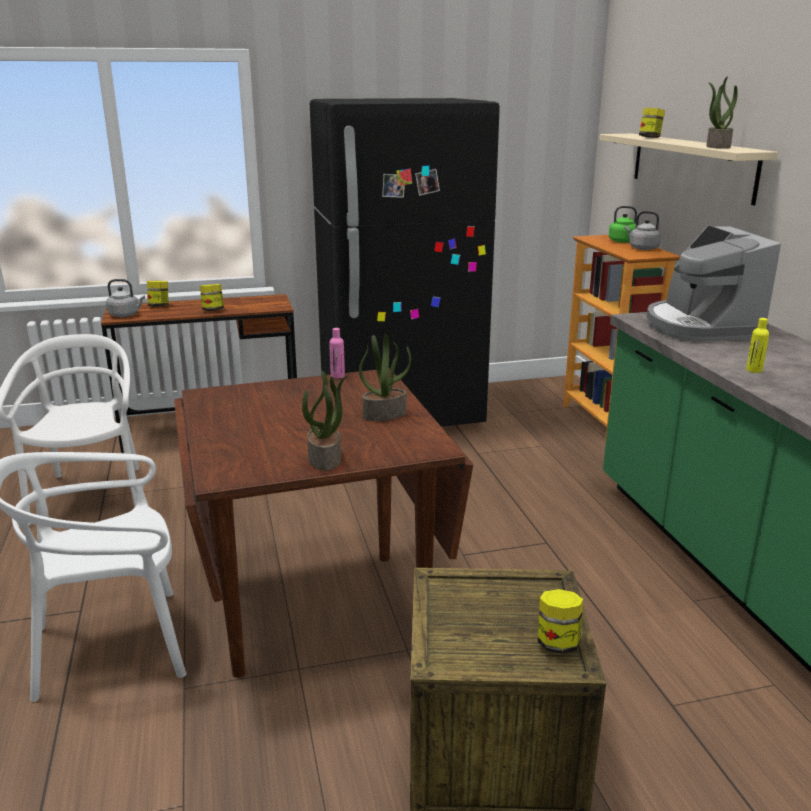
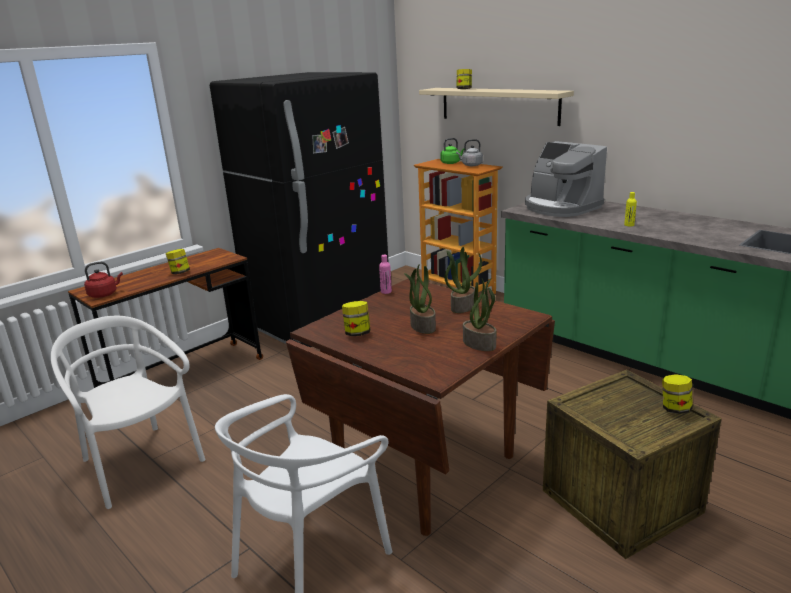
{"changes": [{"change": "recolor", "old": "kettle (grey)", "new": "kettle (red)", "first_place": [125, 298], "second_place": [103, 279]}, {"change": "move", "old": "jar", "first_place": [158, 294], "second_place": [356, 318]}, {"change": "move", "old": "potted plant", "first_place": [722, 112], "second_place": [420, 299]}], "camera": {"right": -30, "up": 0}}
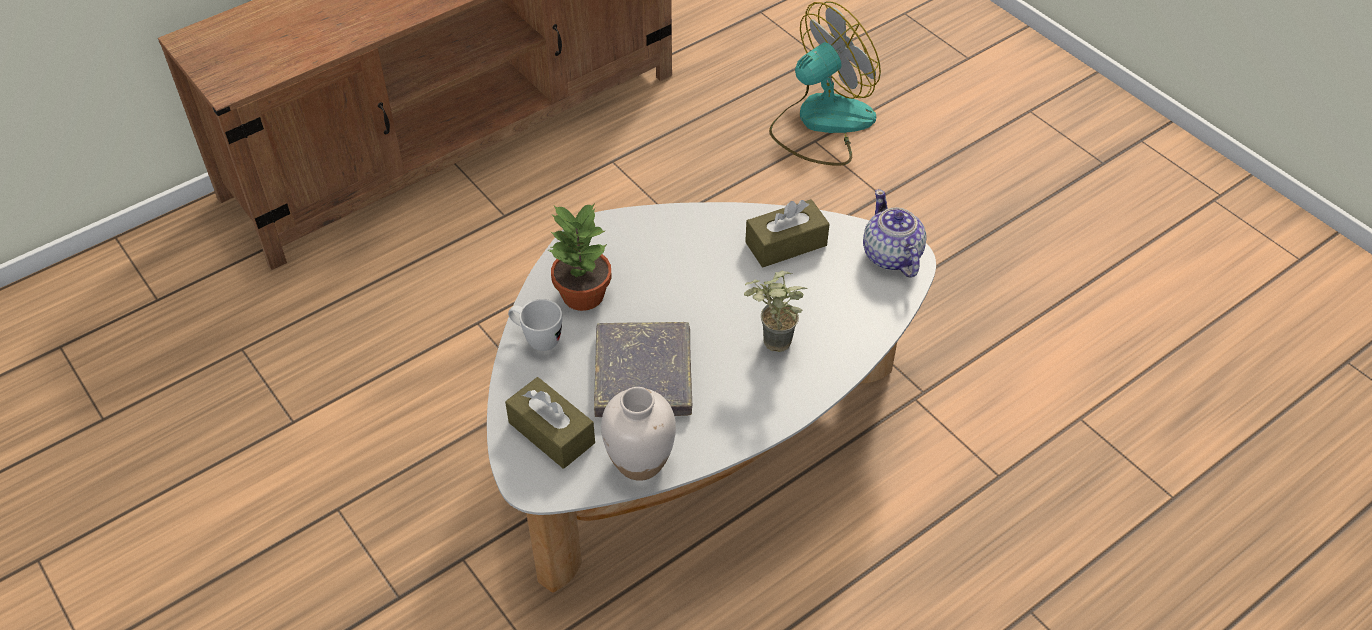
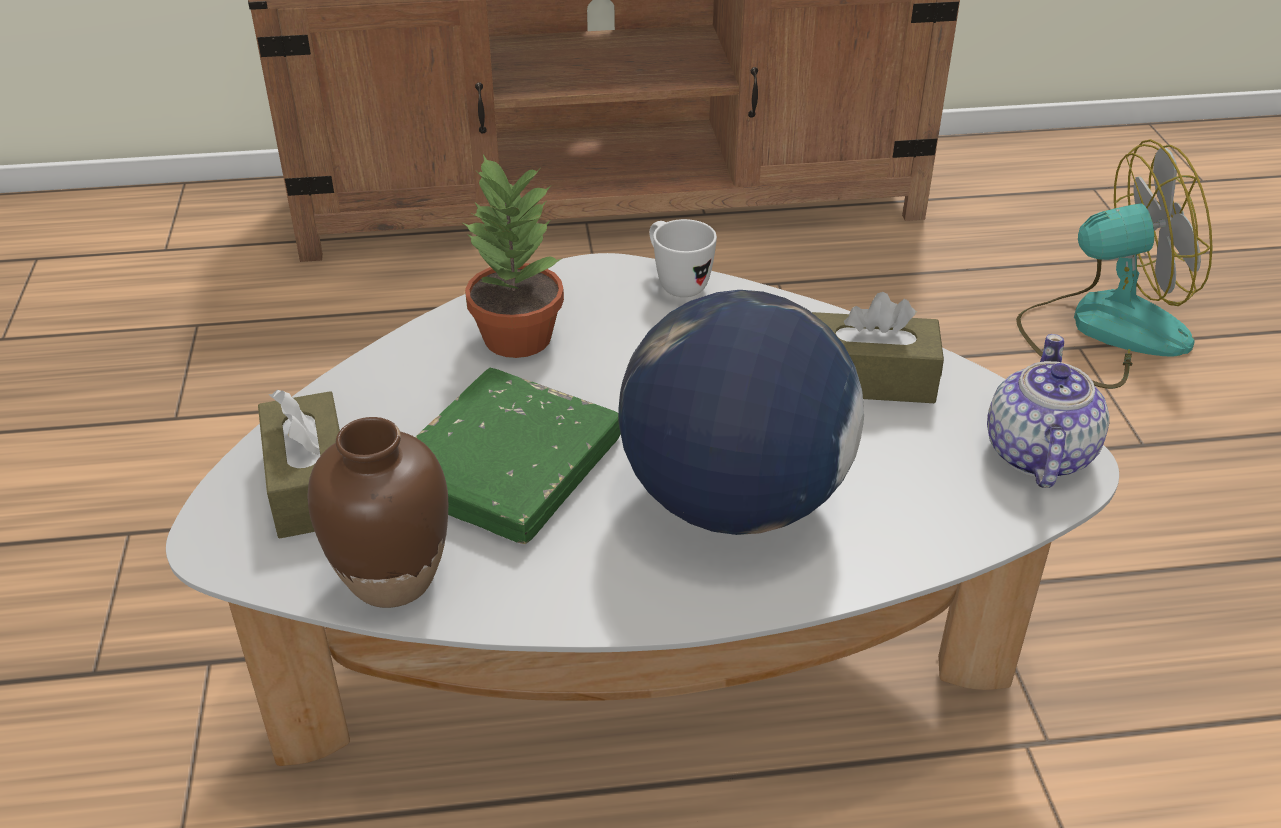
{"changes": [{"change": "move", "old": "mug (white)", "first_place": [535, 325], "second_place": [683, 258]}, {"change": "recolor", "old": "book (grey)", "new": "book (green)", "first_place": [643, 369], "second_place": [518, 456]}, {"change": "recolor", "old": "vase (white)", "new": "vase (brown)", "first_place": [638, 434], "second_place": [378, 512]}, {"change": "replace", "old": "potted plant", "new": "globe", "first_place": [776, 311], "second_place": [741, 412]}], "camera": {"right": 30, "up": -10}}
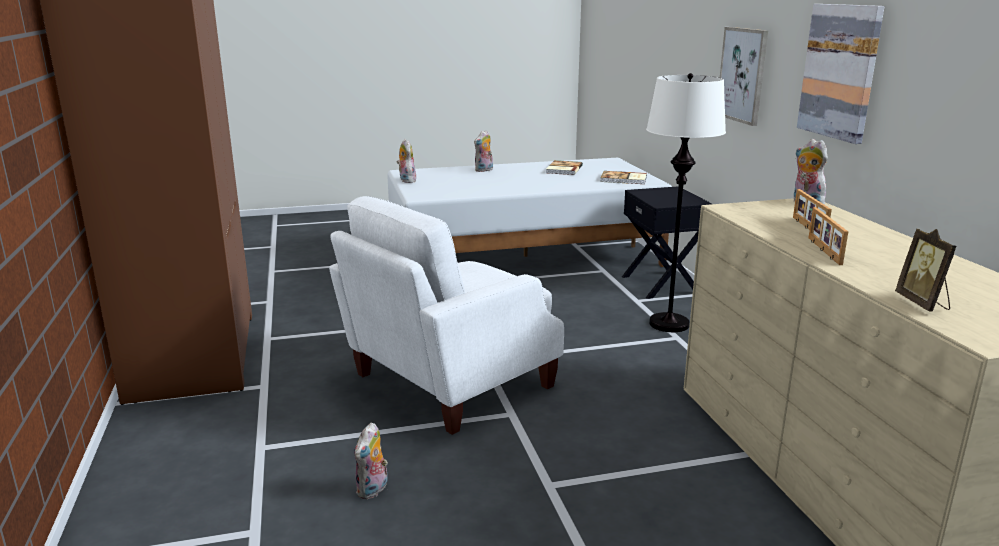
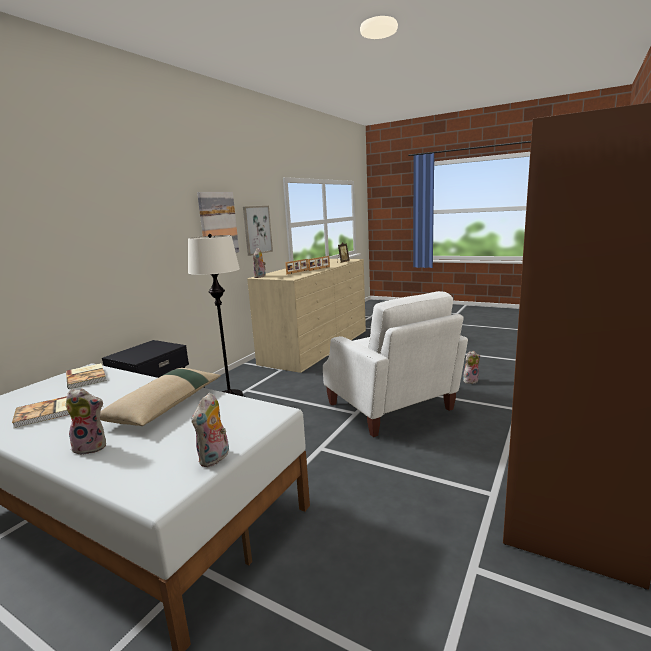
{"changes": [{"change": "rotate", "old": "armchair (white)", "first_place": [446, 315], "second_place": [395, 364], "degrees": 60}, {"change": "move", "old": "picture", "first_place": [744, 76], "second_place": [258, 231]}, {"change": "insert", "new": "pillow (beige)", "second_place": [160, 397]}], "camera": {"right": -135, "up": -5}}
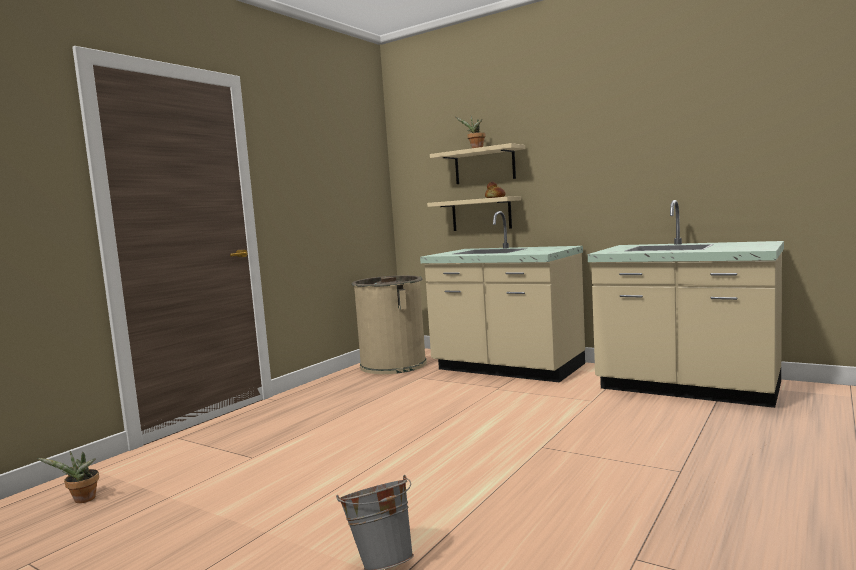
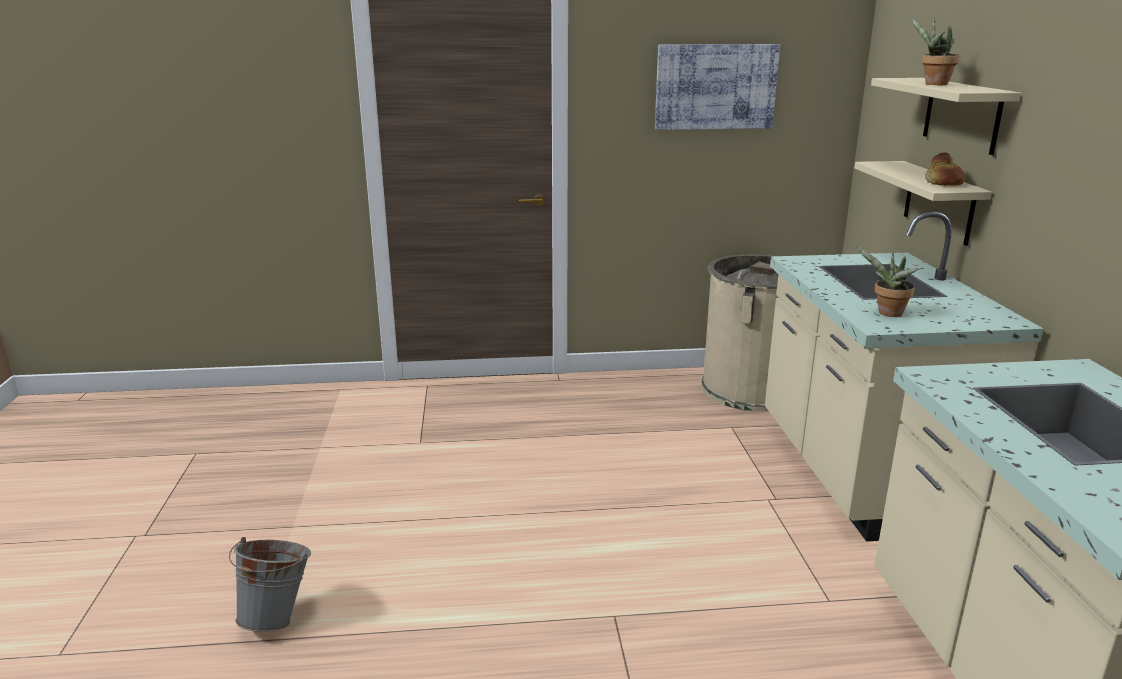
{"changes": [{"change": "move", "old": "potted plant", "first_place": [68, 477], "second_place": [887, 282]}, {"change": "insert", "new": "picture", "second_place": [717, 87]}], "camera": {"right": 50, "up": 15}}
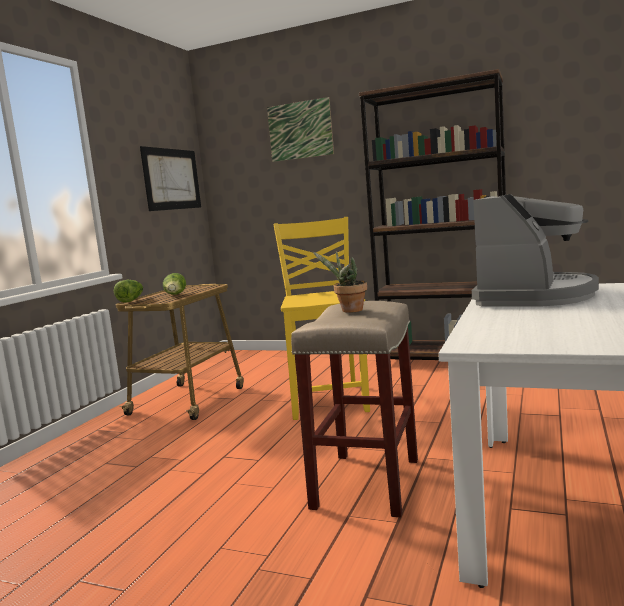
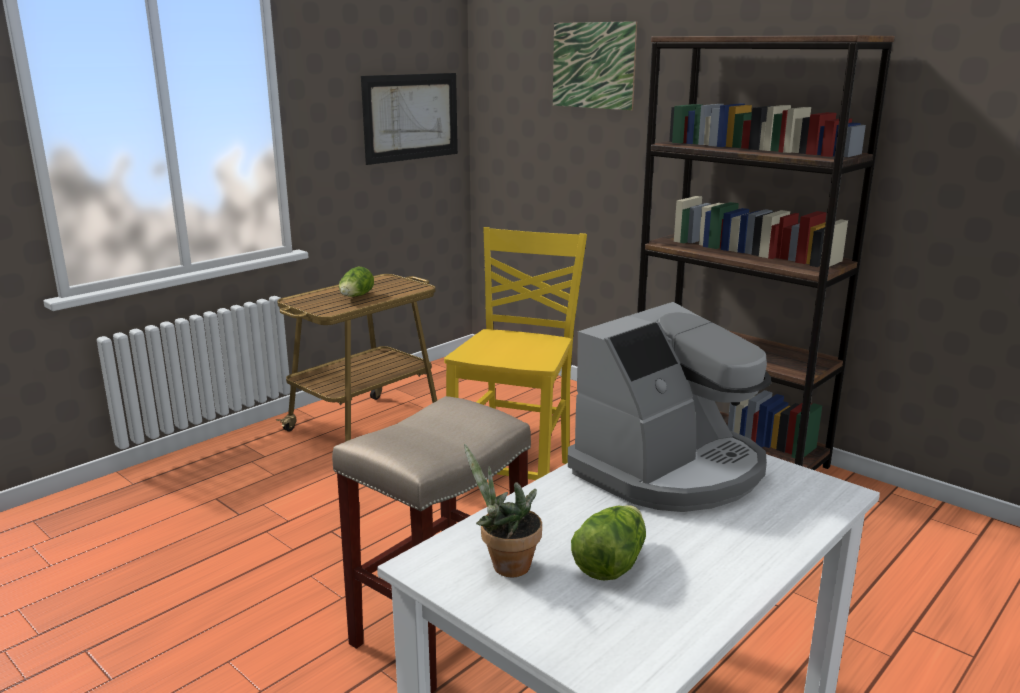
{"changes": [{"change": "move", "old": "lettuce", "first_place": [128, 291], "second_place": [608, 542]}, {"change": "move", "old": "potted plant", "first_place": [340, 282], "second_place": [503, 510]}], "camera": {"right": 20, "up": 10}}
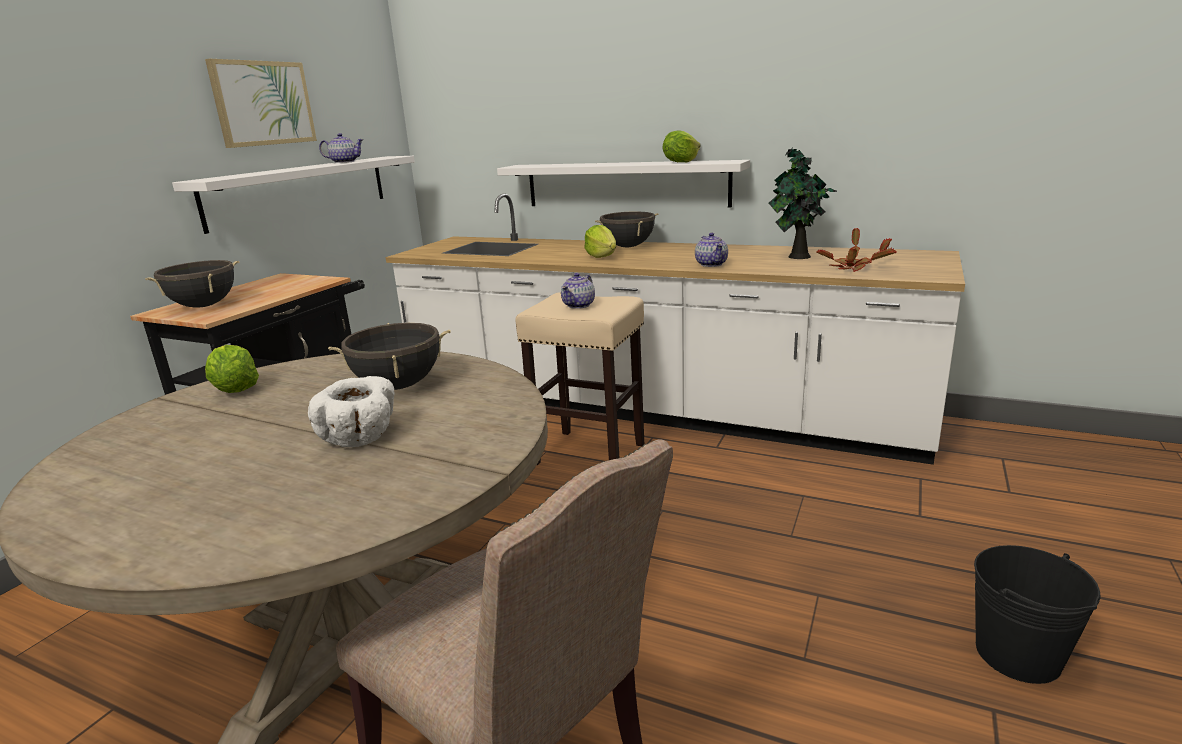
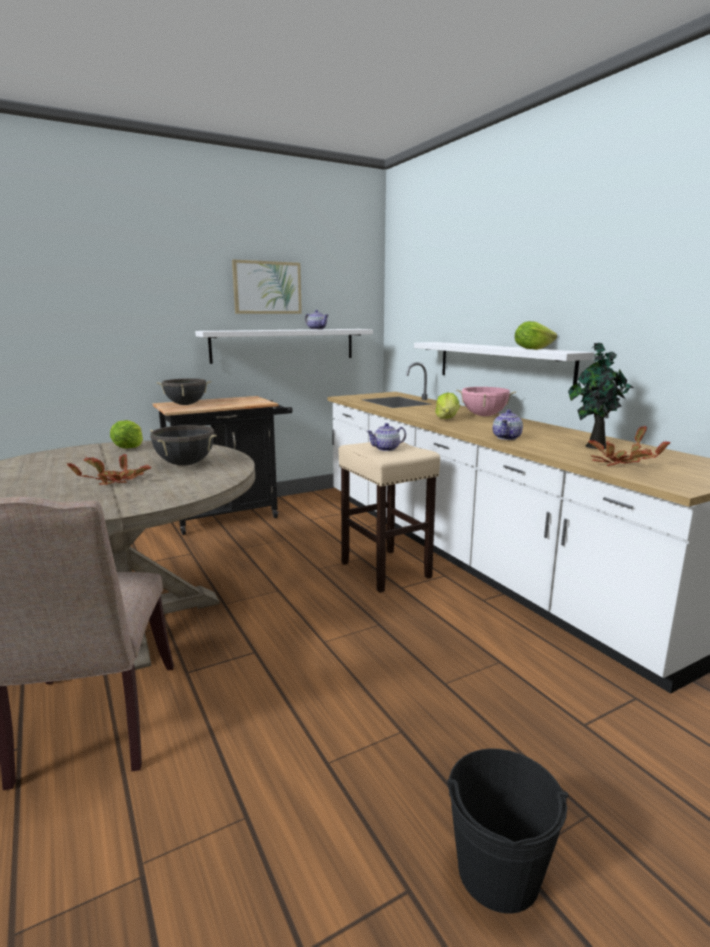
{"changes": [{"change": "replace", "old": "bowl (white)", "new": "potted plant", "first_place": [351, 411], "second_place": [109, 469]}, {"change": "recolor", "old": "cooking pot (black)", "new": "cooking pot (pink)", "first_place": [626, 229], "second_place": [486, 401]}], "camera": {"right": 35, "up": -5}}
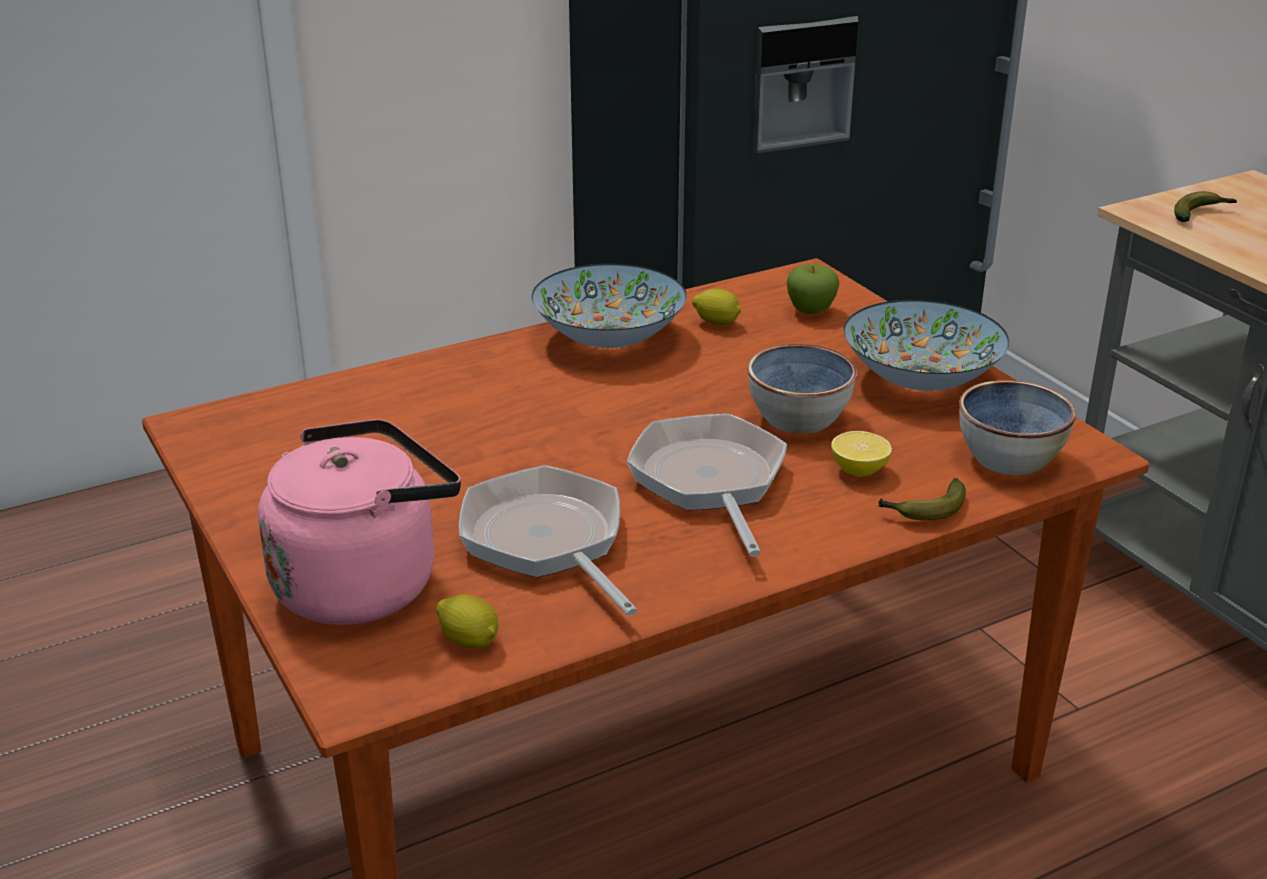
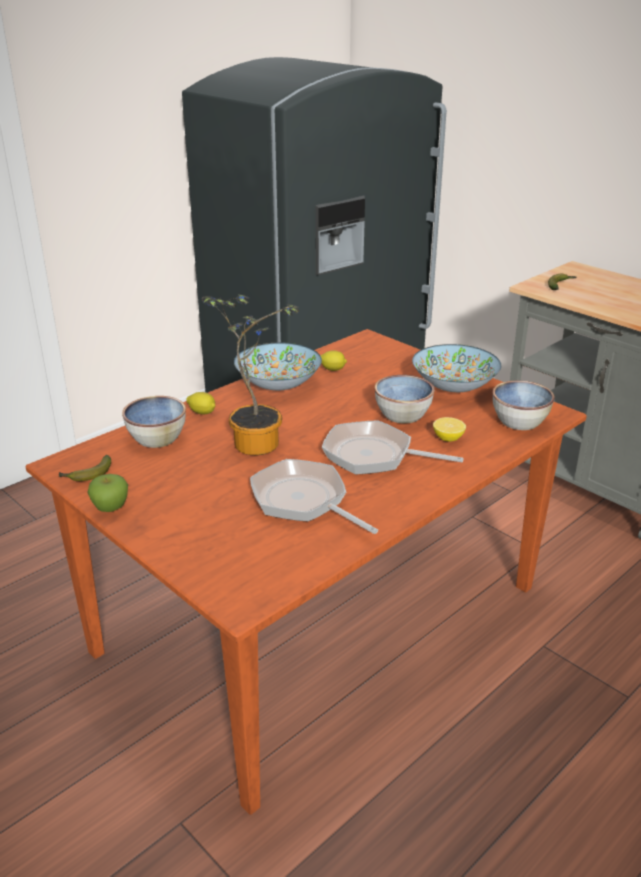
{"changes": [{"change": "delete", "old": "kettle (pink)", "first_place": [359, 522]}, {"change": "move", "old": "lemon", "first_place": [467, 621], "second_place": [200, 403]}, {"change": "rotate", "old": "frying pan", "first_place": [707, 485], "second_place": [393, 447], "degrees": -45}, {"change": "move", "old": "apple", "first_place": [813, 289], "second_place": [107, 493]}, {"change": "move", "old": "banana", "first_place": [922, 499], "second_place": [84, 468]}, {"change": "insert", "new": "bowl", "second_place": [154, 422]}, {"change": "insert", "new": "potted plant", "second_place": [250, 374]}], "camera": {"right": -15, "up": 0}}
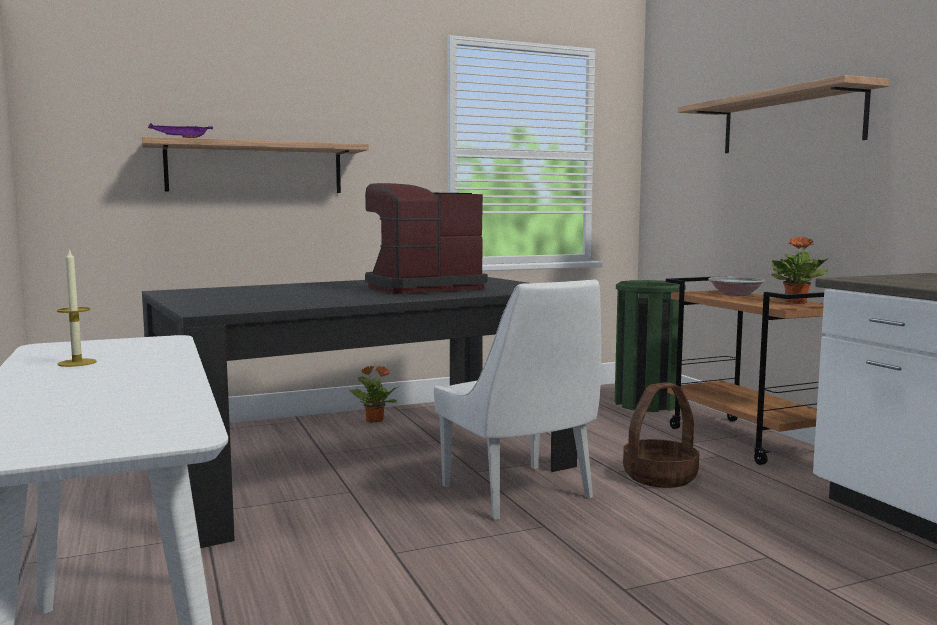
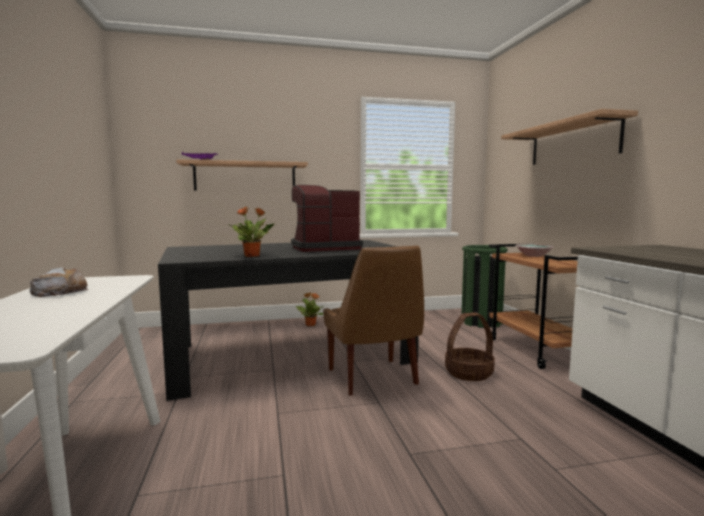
{"changes": [{"change": "replace", "old": "candle", "new": "bread", "first_place": [77, 308], "second_place": [59, 282]}, {"change": "recolor", "old": "chair (white)", "new": "chair (brown)", "first_place": [517, 399], "second_place": [373, 321]}, {"change": "move", "old": "potted plant", "first_place": [800, 269], "second_place": [251, 232]}], "camera": {"right": 10, "up": 0}}
